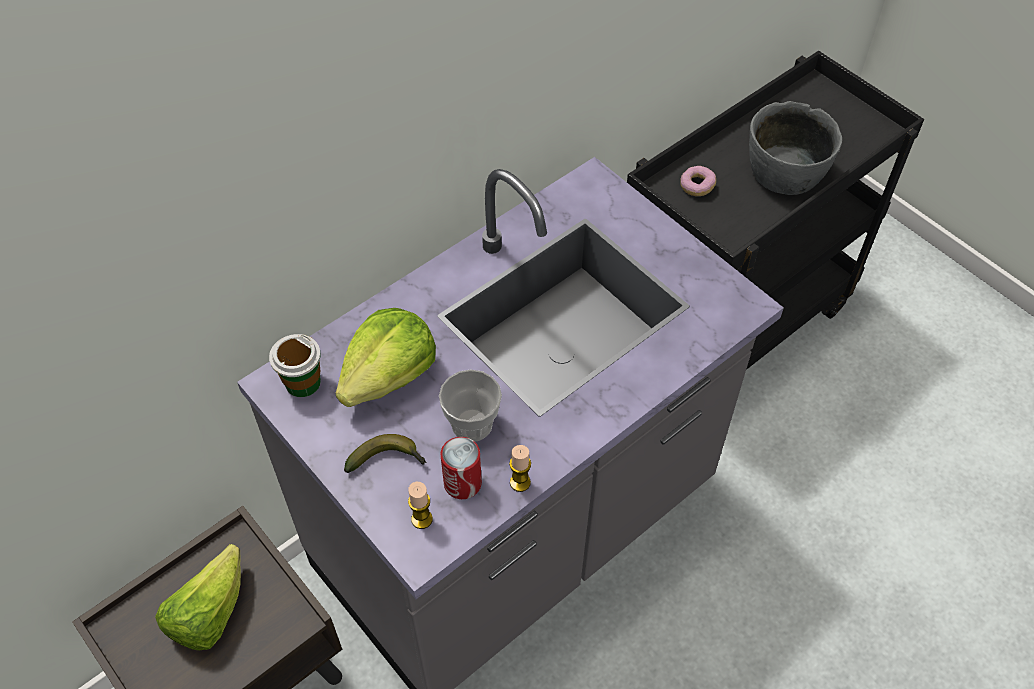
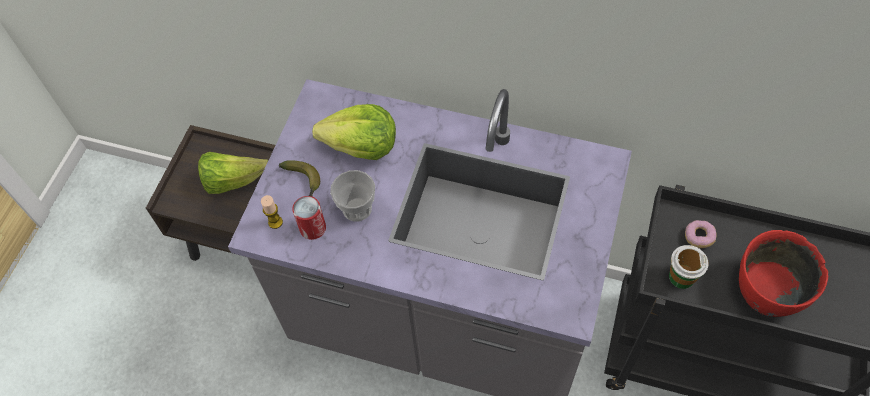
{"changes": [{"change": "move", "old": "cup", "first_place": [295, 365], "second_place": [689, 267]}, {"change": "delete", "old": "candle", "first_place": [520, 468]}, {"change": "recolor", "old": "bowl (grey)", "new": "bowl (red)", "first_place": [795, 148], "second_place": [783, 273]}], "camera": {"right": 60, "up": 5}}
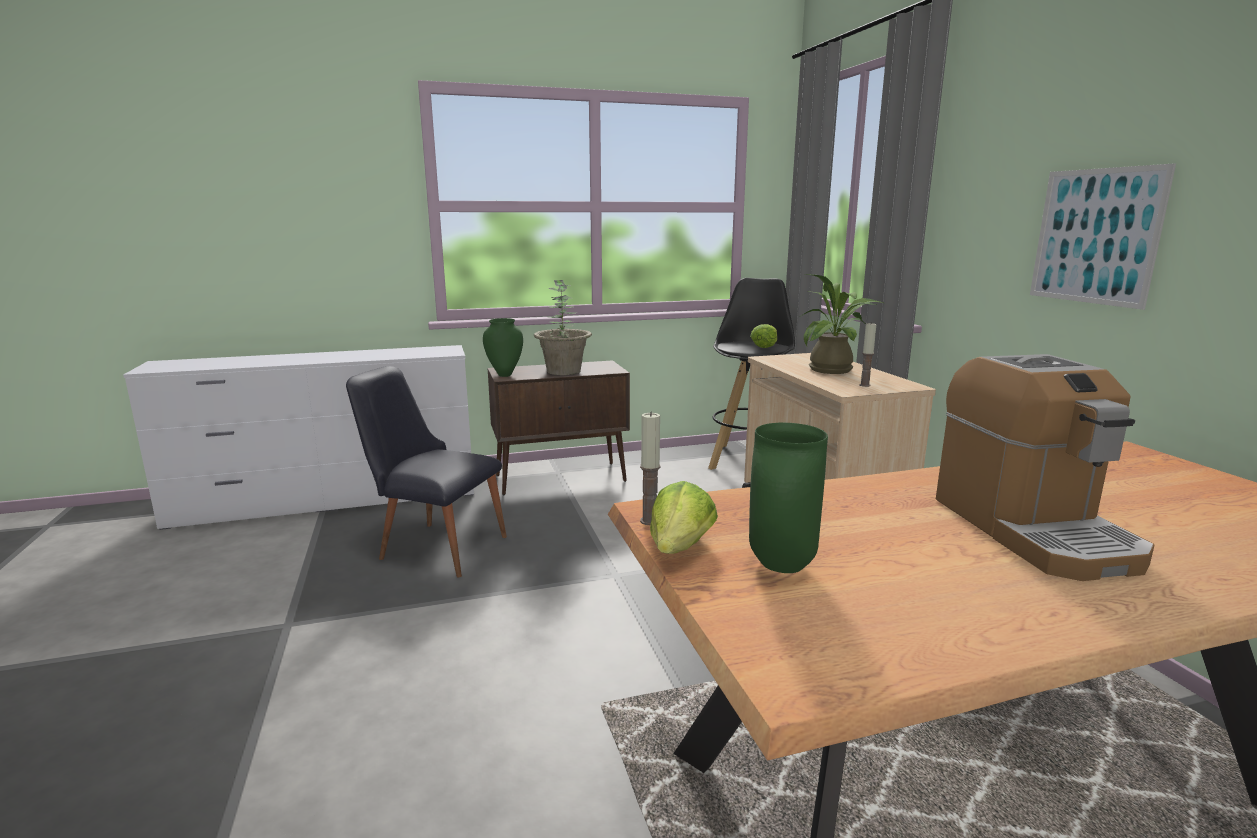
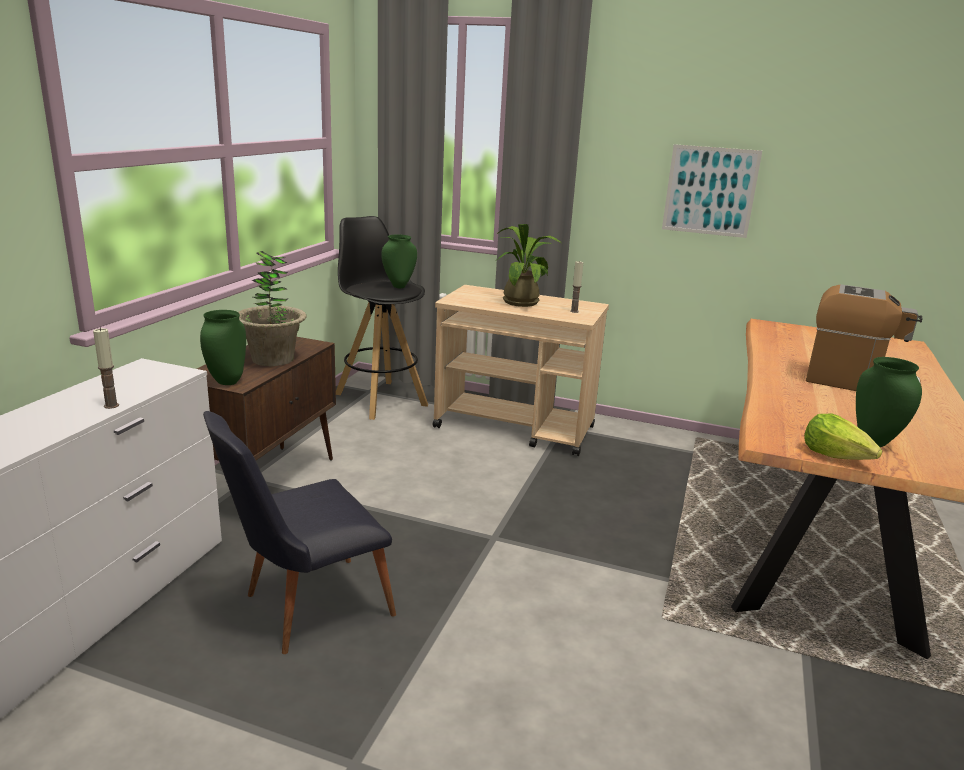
{"changes": [{"change": "move", "old": "candle", "first_place": [650, 468], "second_place": [106, 368]}, {"change": "replace", "old": "lettuce", "new": "vase (green)", "first_place": [763, 336], "second_place": [399, 261]}], "camera": {"right": -55, "up": 5}}
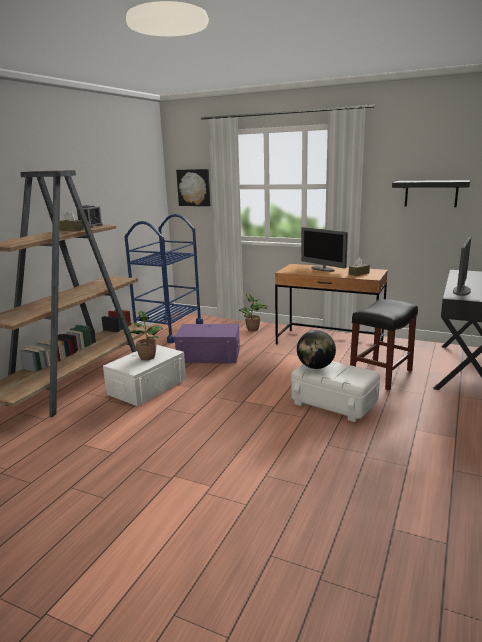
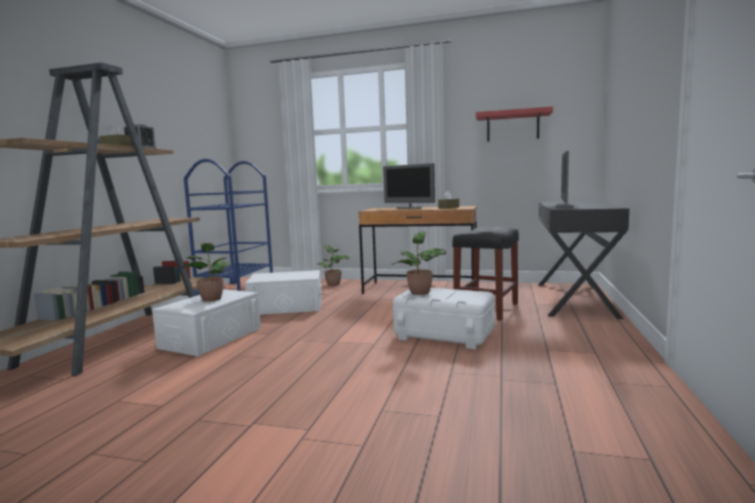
{"changes": [{"change": "recolor", "old": "storage box (purple)", "new": "storage box (white)", "first_place": [207, 343], "second_place": [283, 292]}, {"change": "delete", "old": "picture", "first_place": [193, 187]}, {"change": "replace", "old": "globe", "new": "potted plant", "first_place": [316, 349], "second_place": [419, 263]}, {"change": "recolor", "old": "shelf (black)", "new": "shelf (red)", "first_place": [431, 193], "second_place": [514, 124]}], "camera": {"right": -10, "up": -10}}
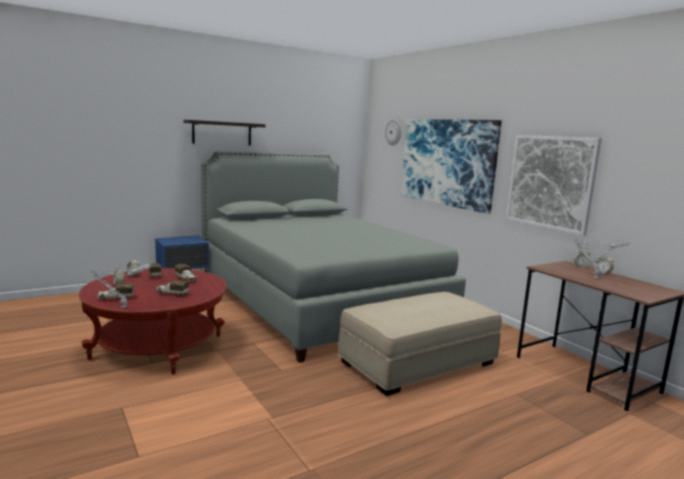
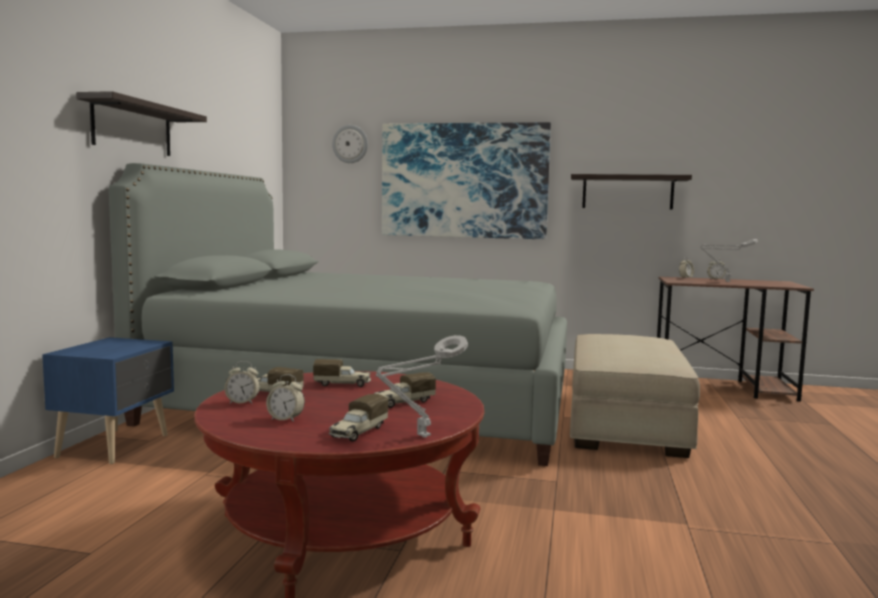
{"changes": [{"change": "replace", "old": "picture", "new": "shelf", "first_place": [554, 185], "second_place": [631, 192]}], "camera": {"right": -45, "up": -5}}
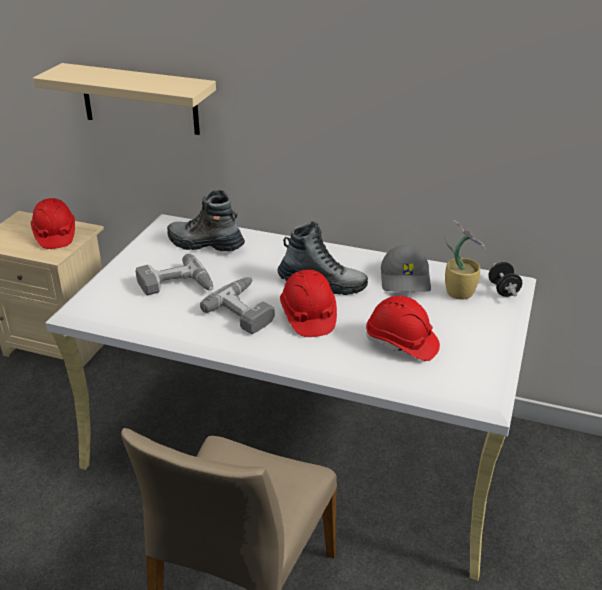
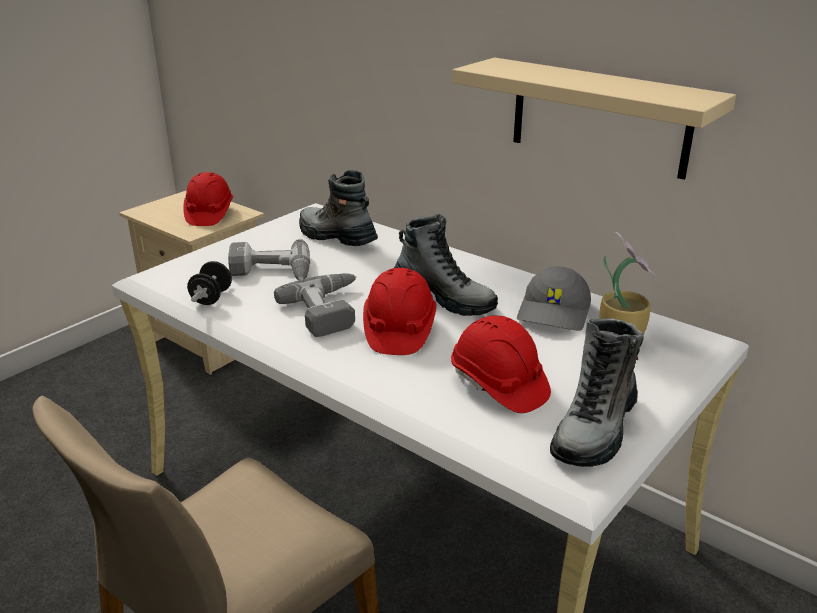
{"changes": [{"change": "move", "old": "shelf (beige)", "first_place": [124, 99], "second_place": [594, 118]}, {"change": "move", "old": "dumbbell (black)", "first_place": [505, 279], "second_place": [209, 283]}, {"change": "insert", "new": "boot", "second_place": [597, 392]}], "camera": {"right": 20, "up": -5}}
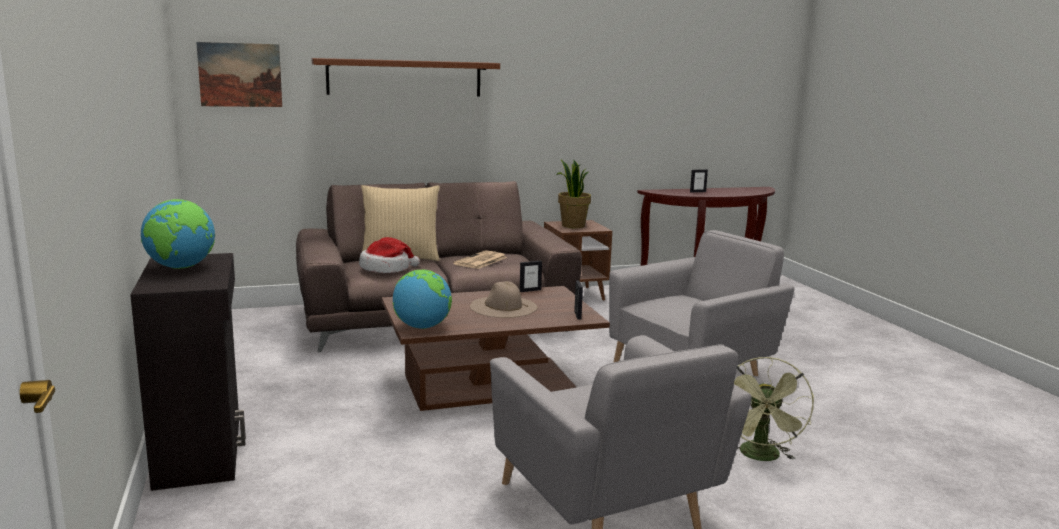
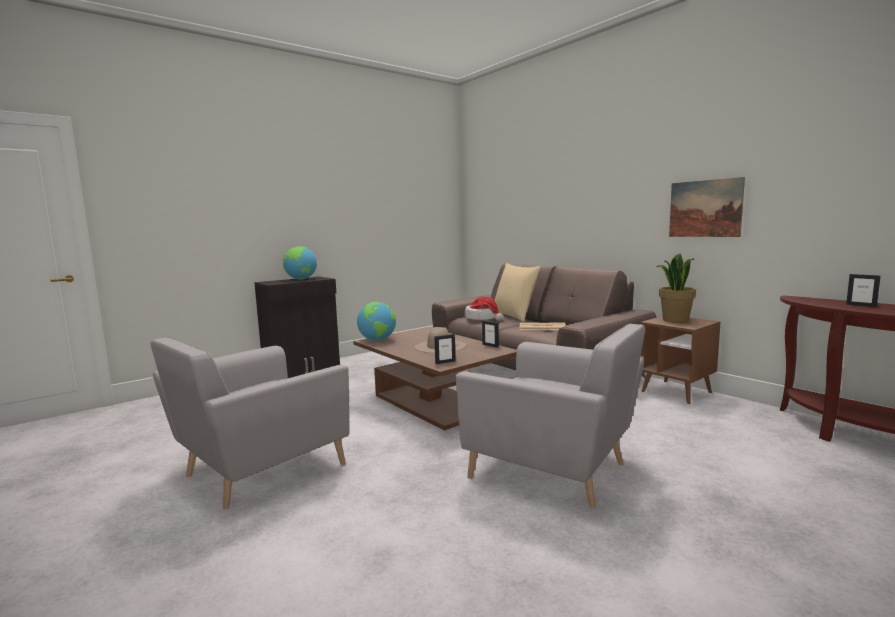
{"changes": [{"change": "move", "old": "picture", "first_place": [239, 74], "second_place": [707, 207]}, {"change": "delete", "old": "shelf (brown)", "first_place": [406, 77]}, {"change": "delete", "old": "fan (green)", "first_place": [774, 409]}], "camera": {"right": 70, "up": -5}}
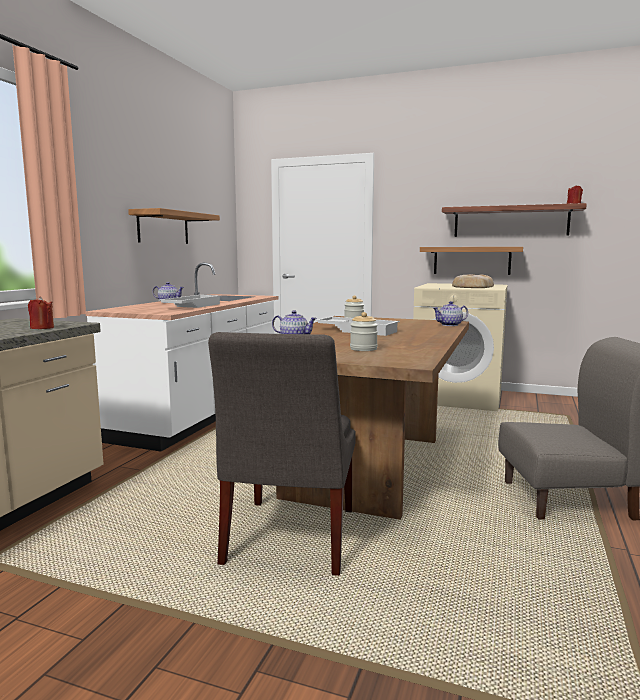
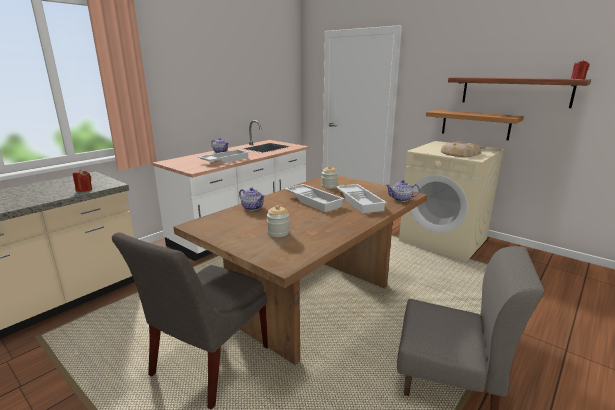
{"changes": [{"change": "delete", "old": "shelf", "first_place": [174, 226]}, {"change": "insert", "new": "tray (white)", "second_place": [361, 198]}], "camera": {"right": 20, "up": 10}}
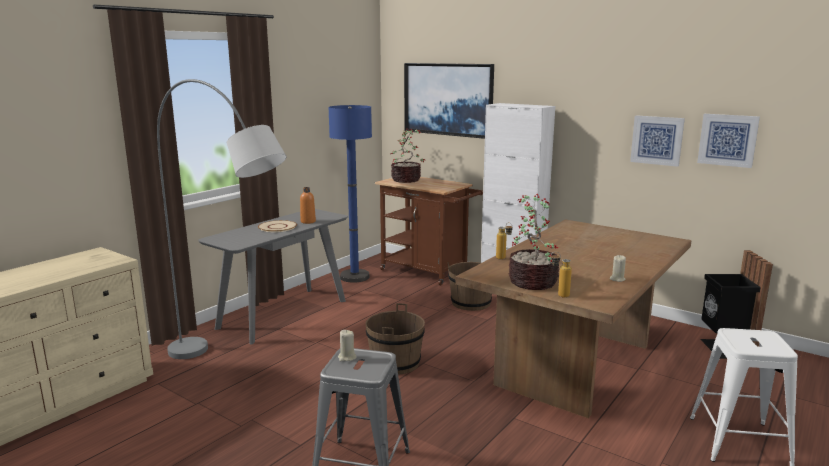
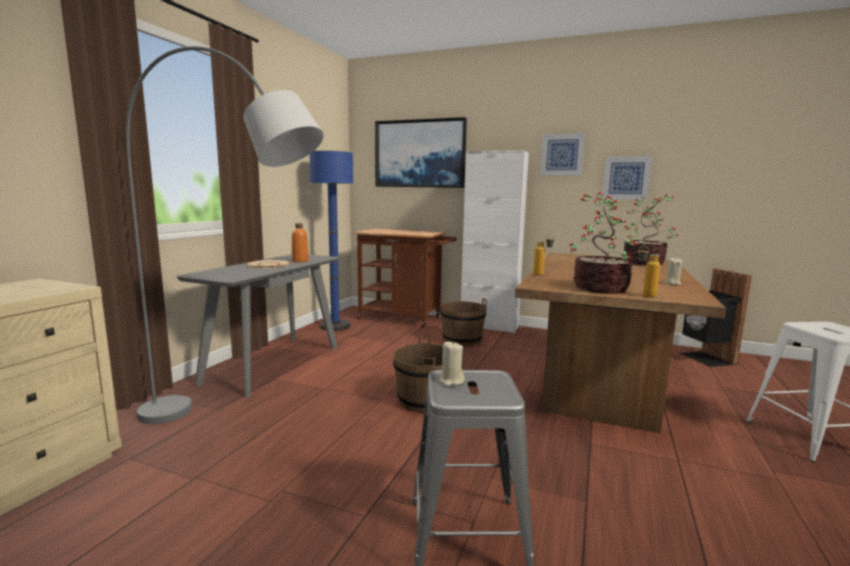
{"changes": [{"change": "move", "old": "potted plant", "first_place": [408, 156], "second_place": [650, 229]}, {"change": "move", "old": "picture", "first_place": [728, 141], "second_place": [562, 154]}], "camera": {"right": -15, "up": -5}}
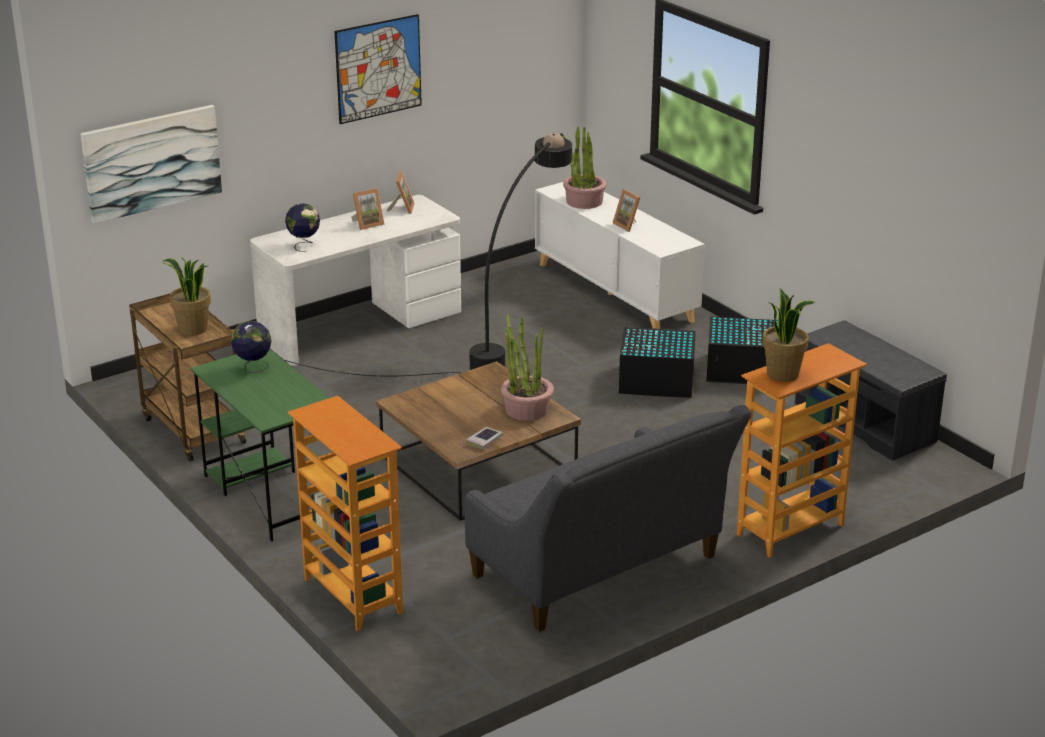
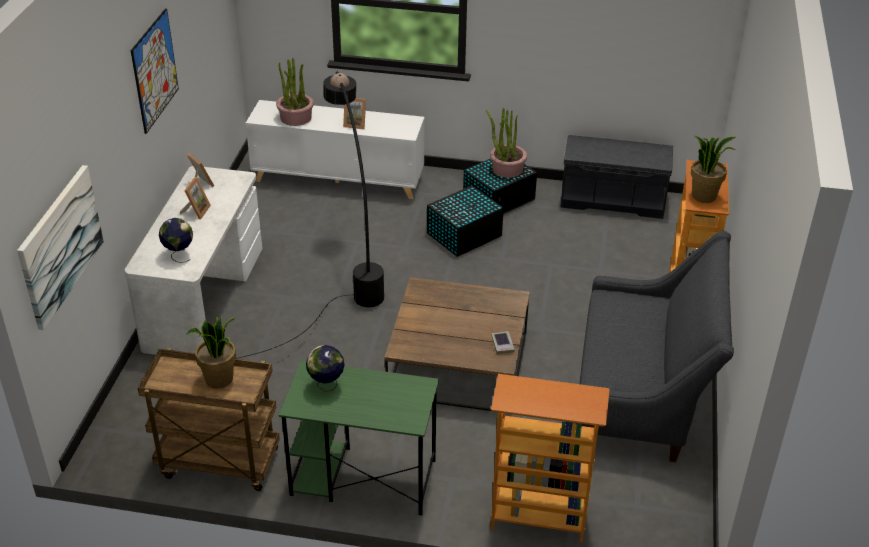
{"changes": [{"change": "move", "old": "potted plant", "first_place": [527, 367], "second_place": [506, 143]}], "camera": {"right": -45, "up": 10}}
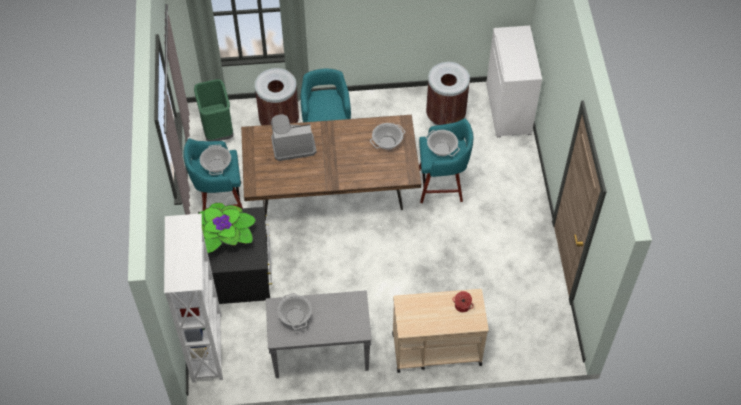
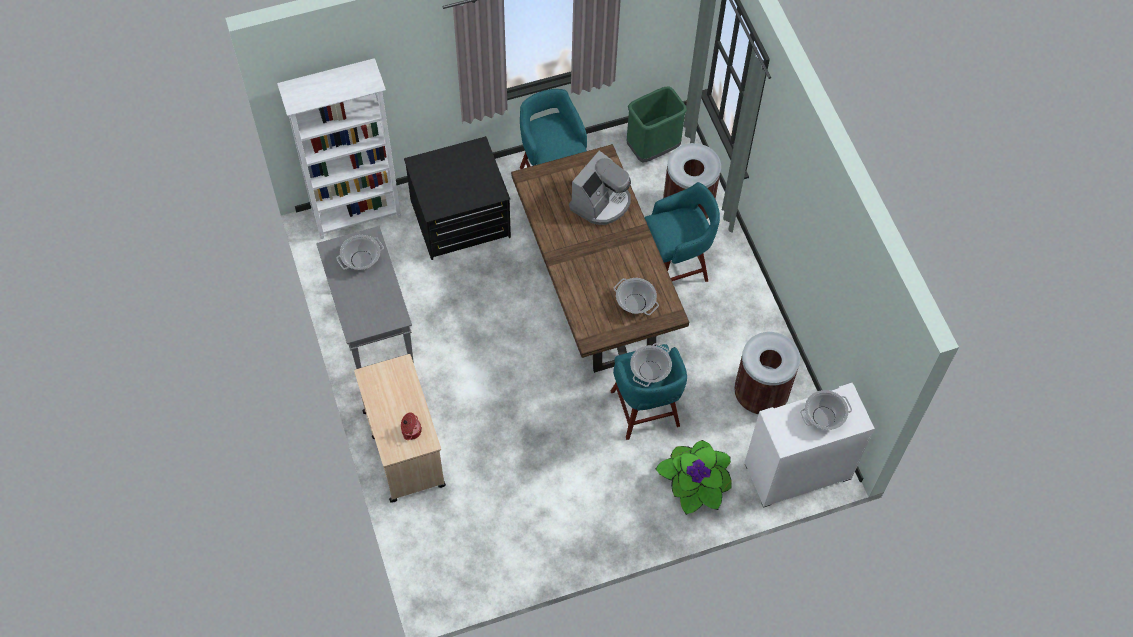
{"changes": [{"change": "move", "old": "potted plant", "first_place": [227, 228], "second_place": [693, 477]}, {"change": "move", "old": "cooking pot", "first_place": [215, 160], "second_place": [826, 410]}, {"change": "rotate", "old": "coffee machine", "first_place": [294, 138], "second_place": [600, 187], "degrees": 60}], "camera": {"right": 75, "up": 5}}
